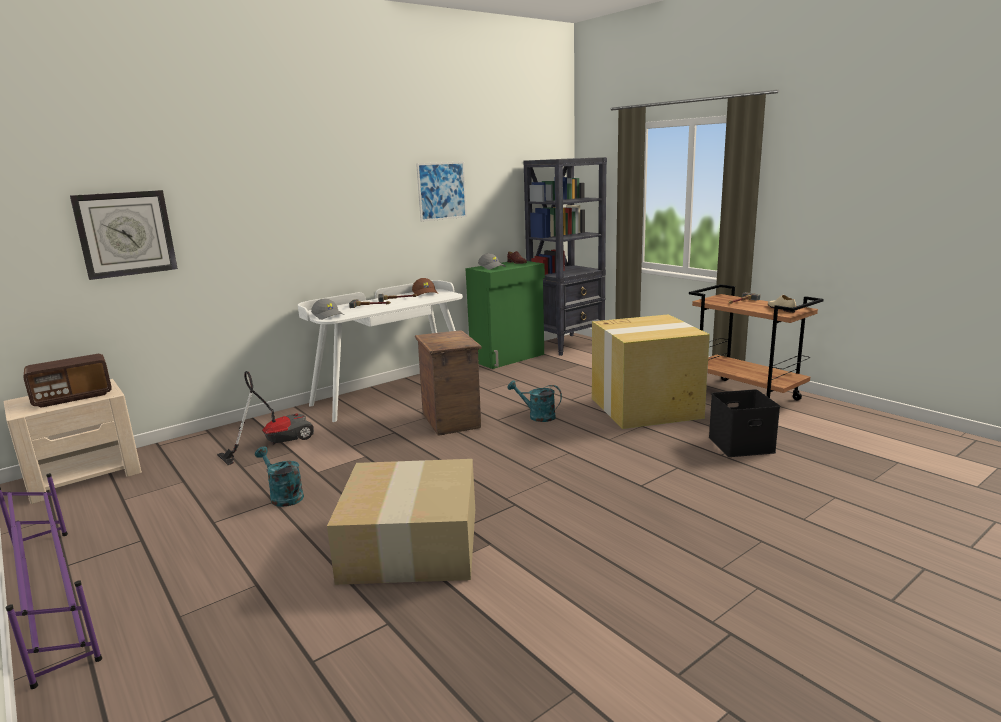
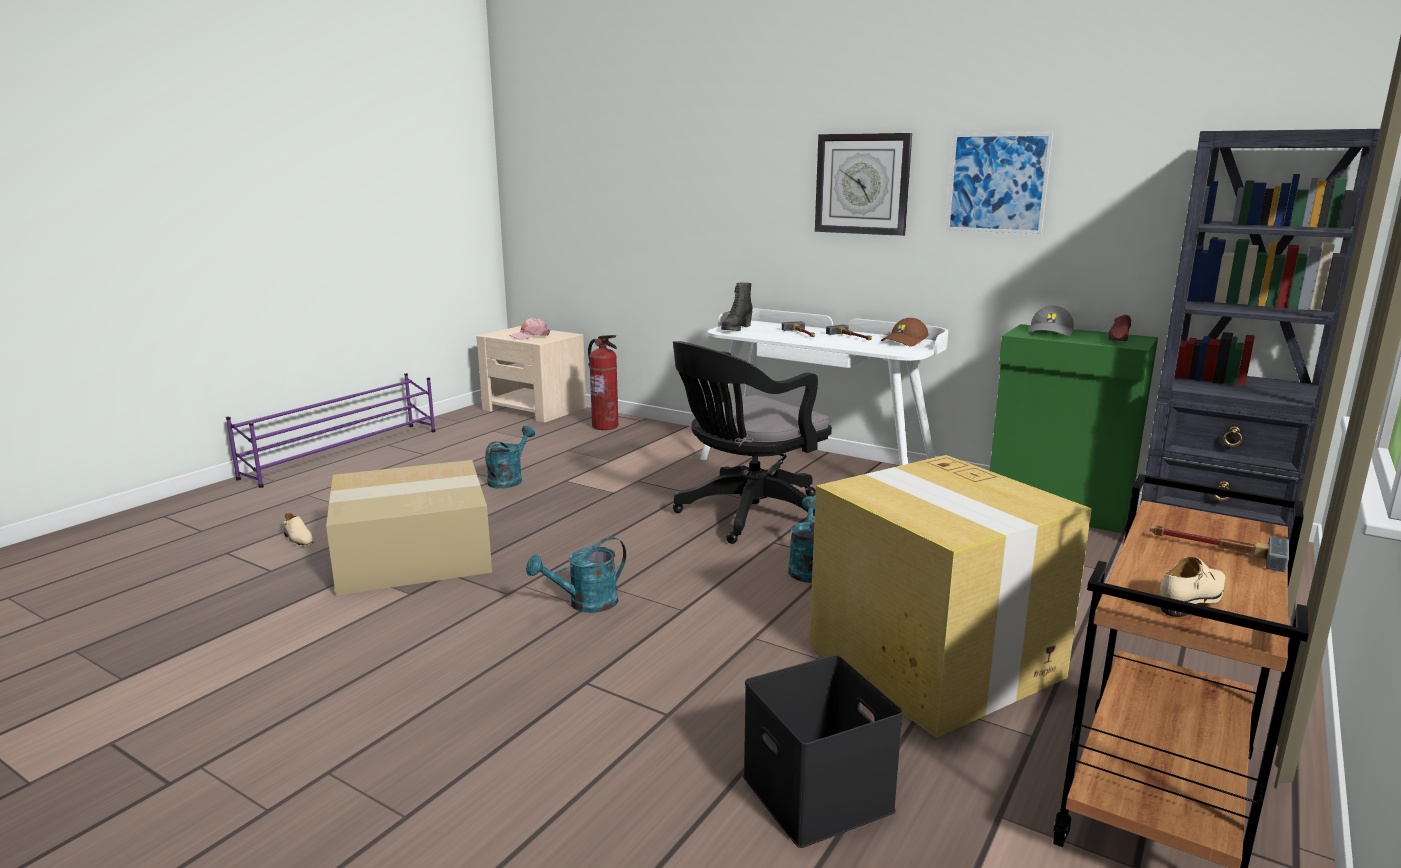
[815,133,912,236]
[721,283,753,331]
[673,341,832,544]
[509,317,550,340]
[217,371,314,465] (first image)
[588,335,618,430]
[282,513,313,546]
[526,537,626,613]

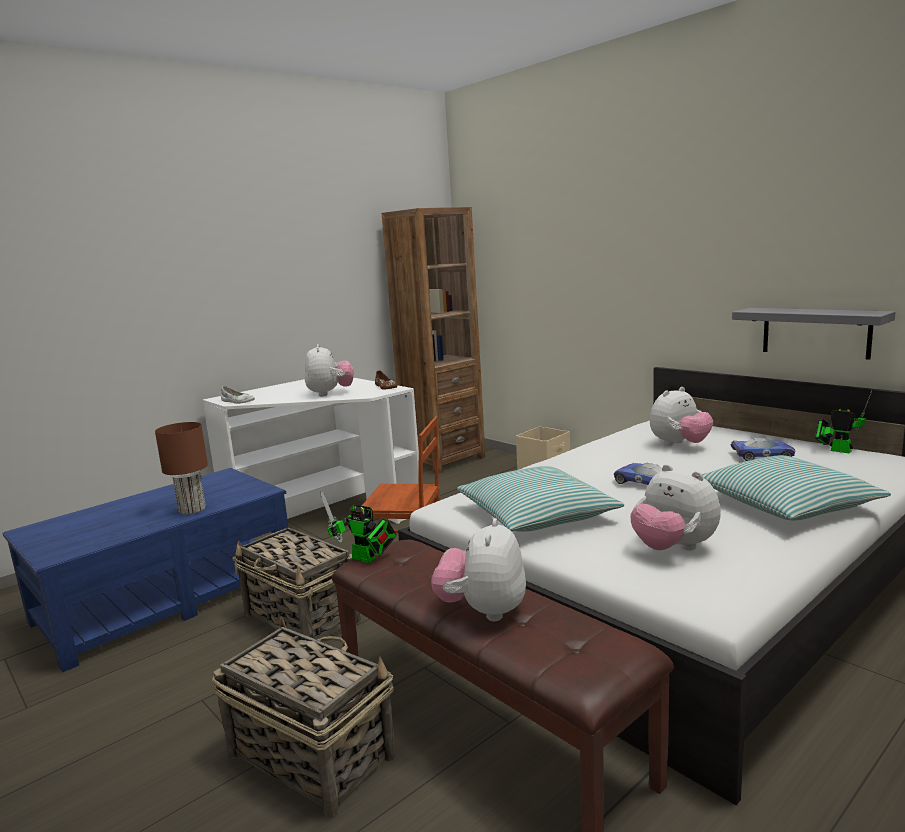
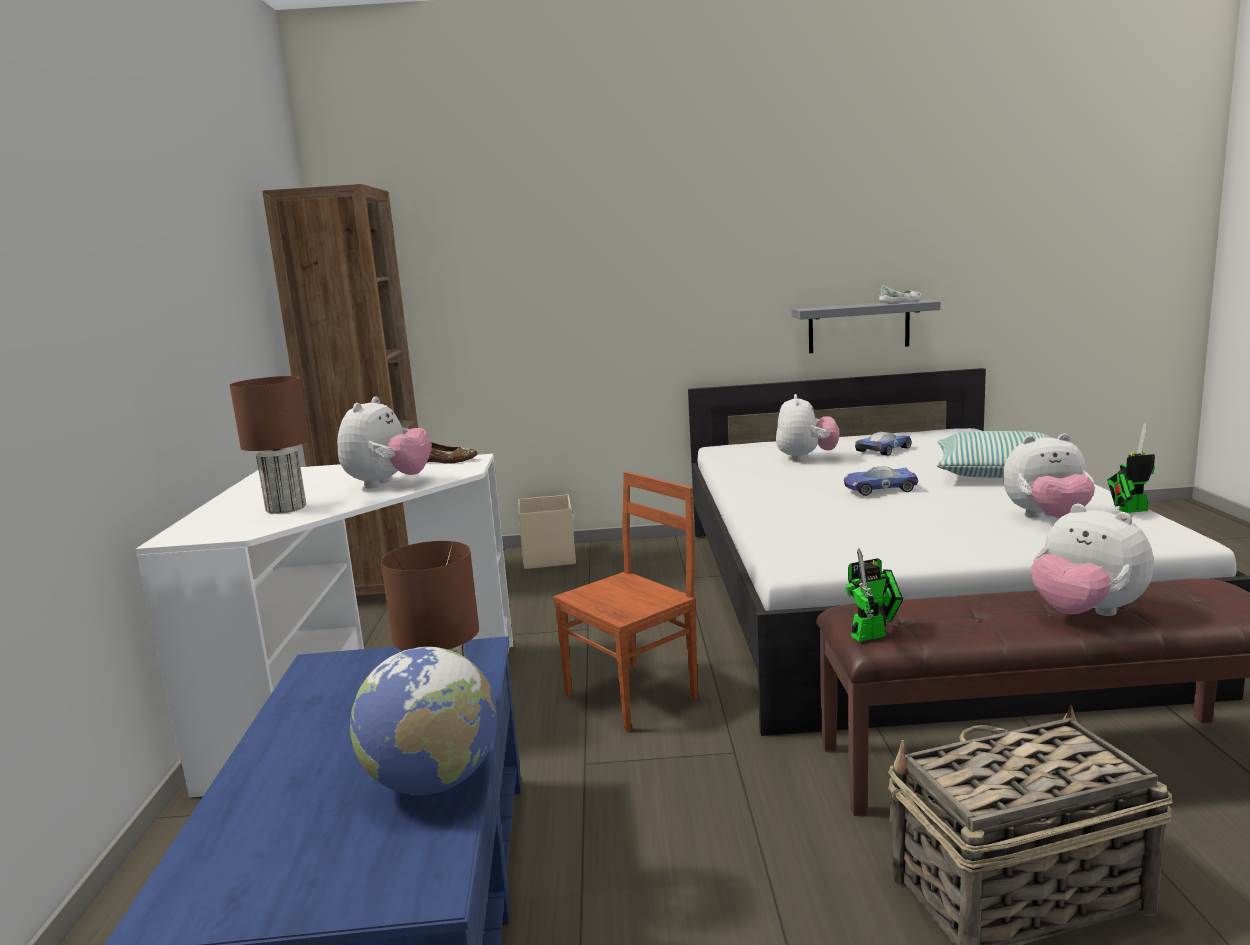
[337,397,432,488]
[879,285,921,303]
[1107,422,1155,513]
[457,466,624,532] (first image)
[232,528,361,640] (first image)
[230,376,310,514]
[350,647,497,795]

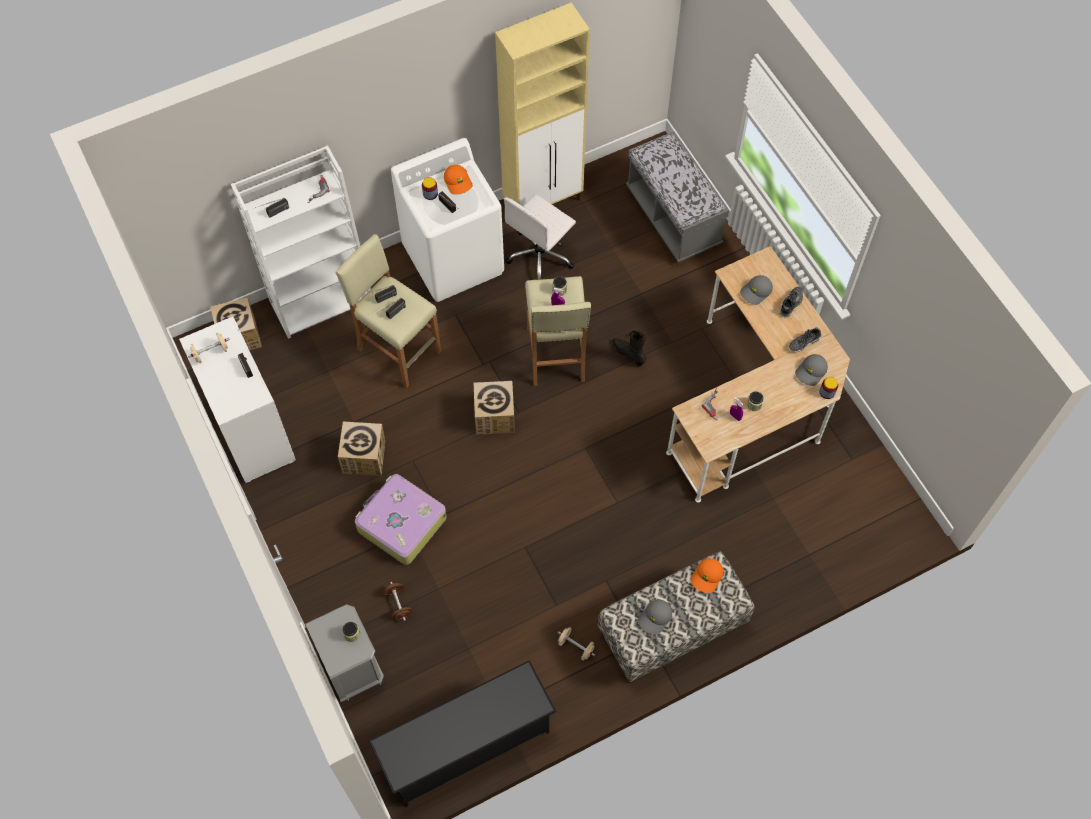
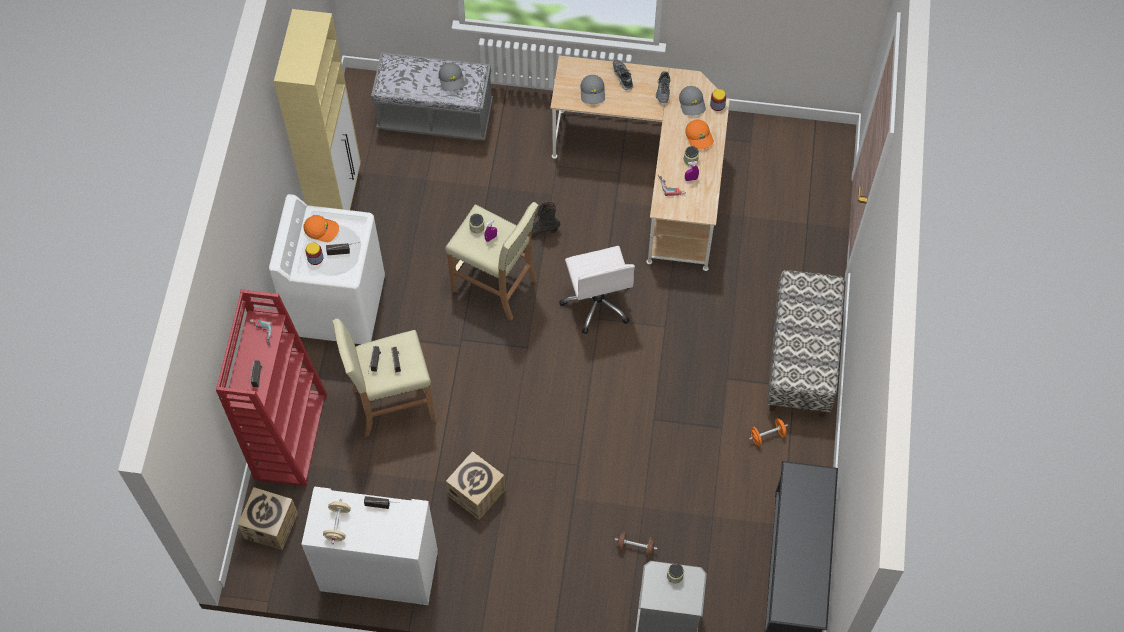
[216,289,327,487]
[559,246,635,334]
[474,381,515,435] (first image)
[355,474,447,565] (first image)
[685,119,714,150]
[439,62,465,91]
[749,418,788,446]

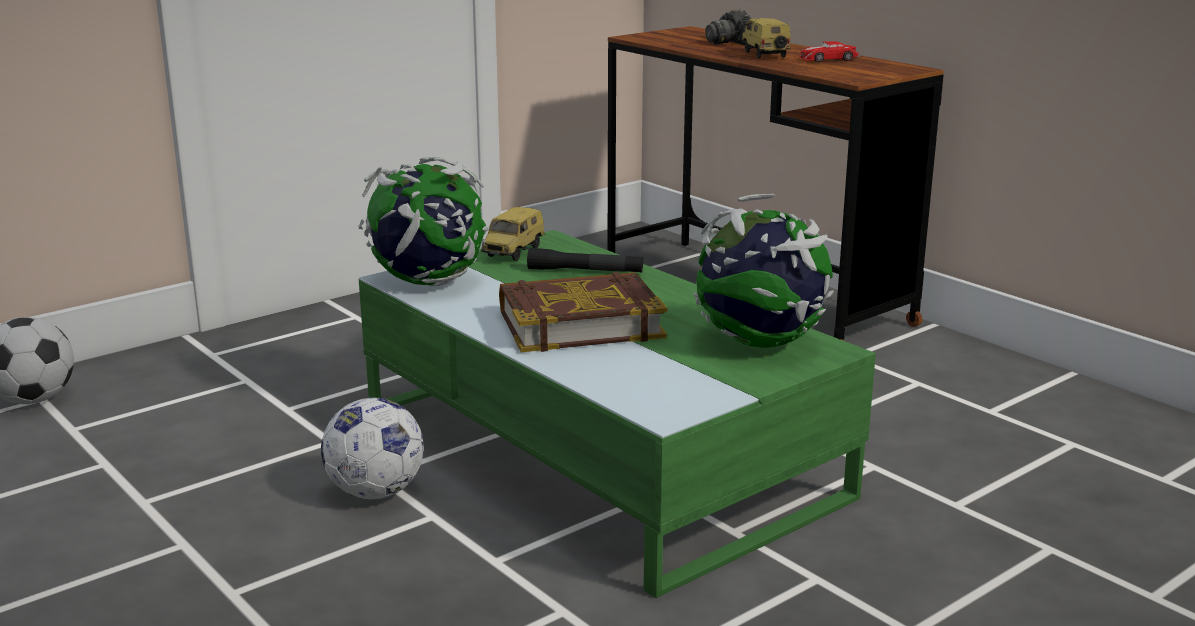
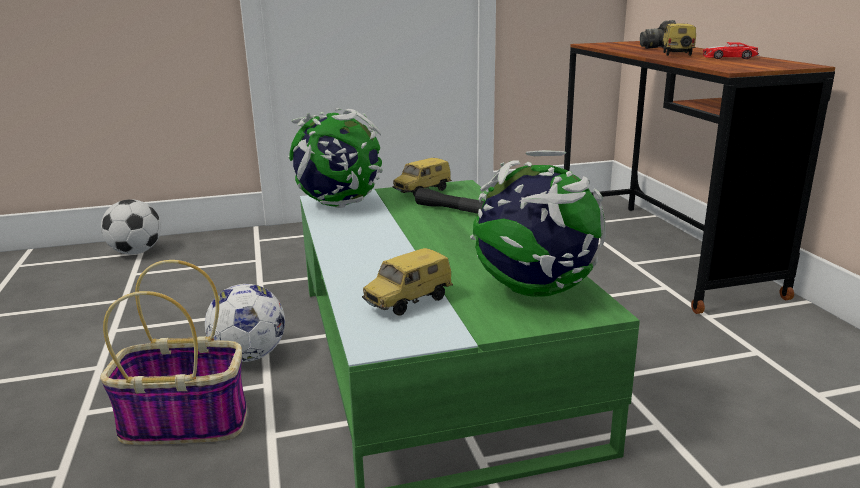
[499,272,667,352] (first image)
[362,248,453,316]
[100,260,247,445]

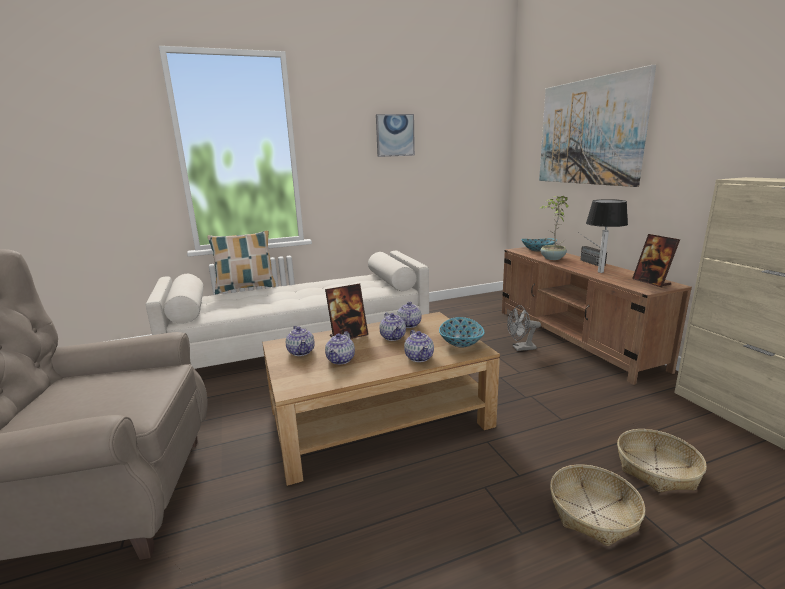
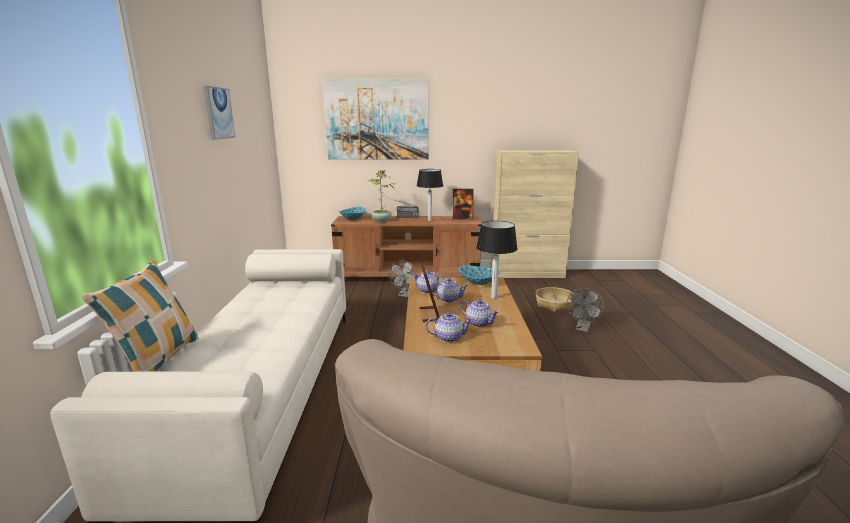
[476,221,518,299]
[567,288,604,332]

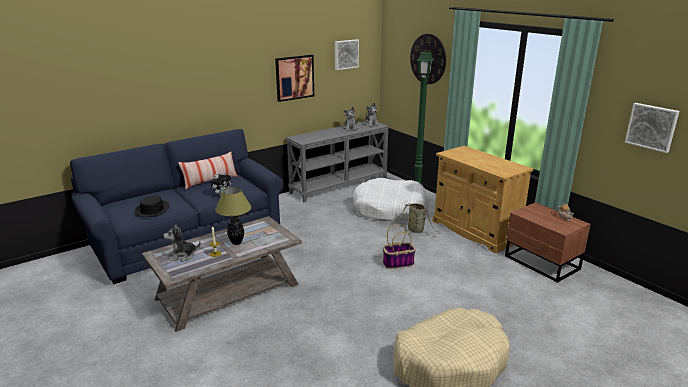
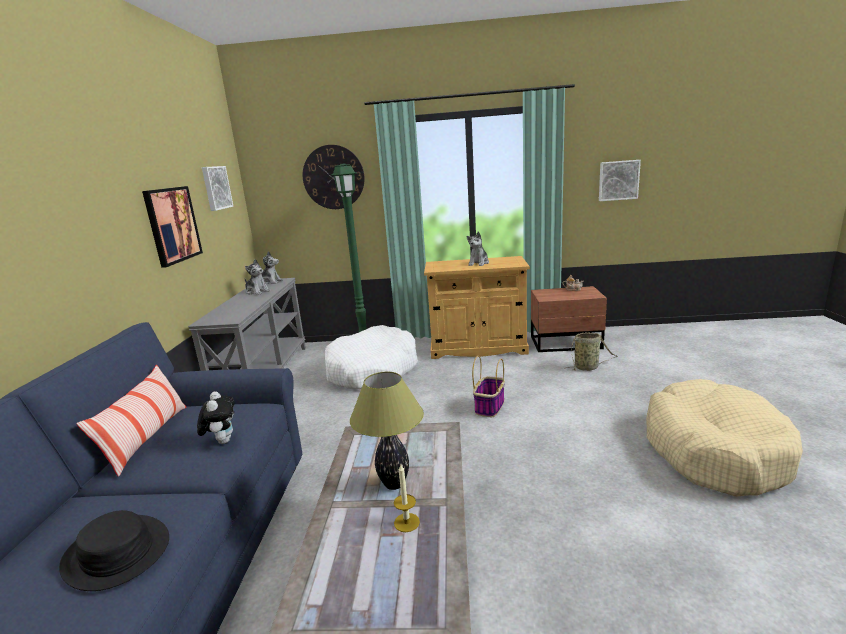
[564,333,618,371]
[467,231,489,266]

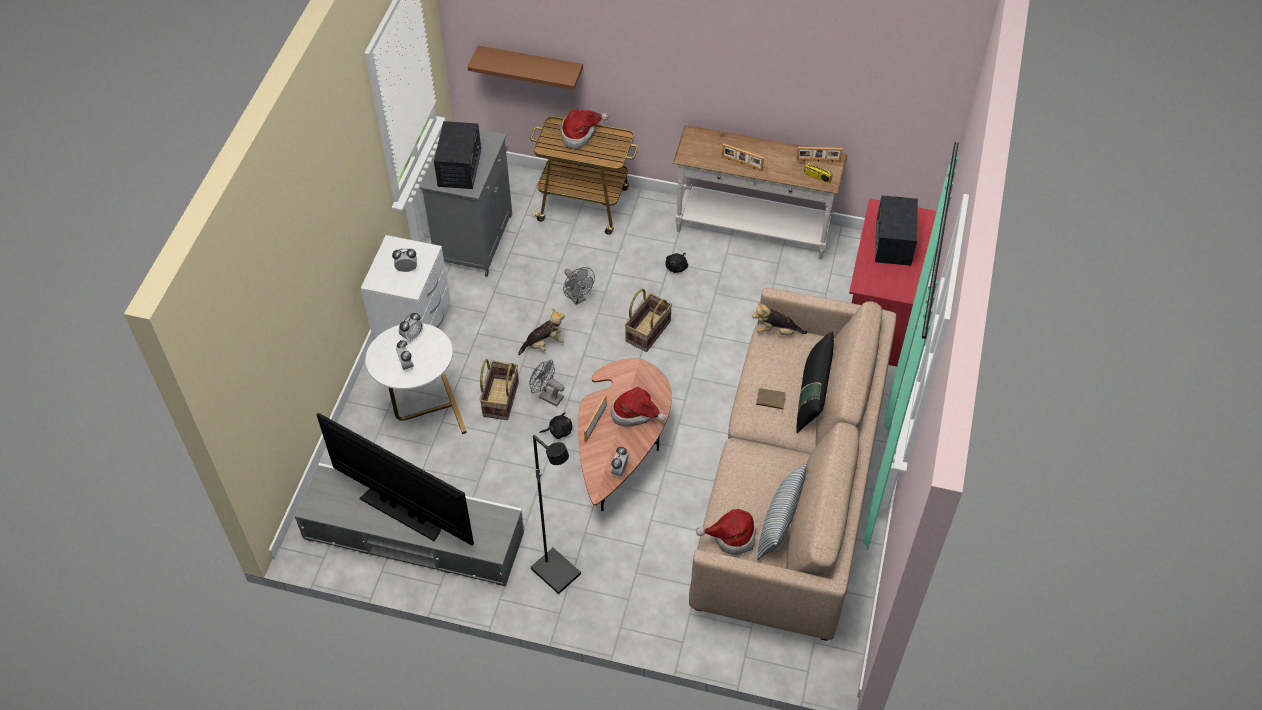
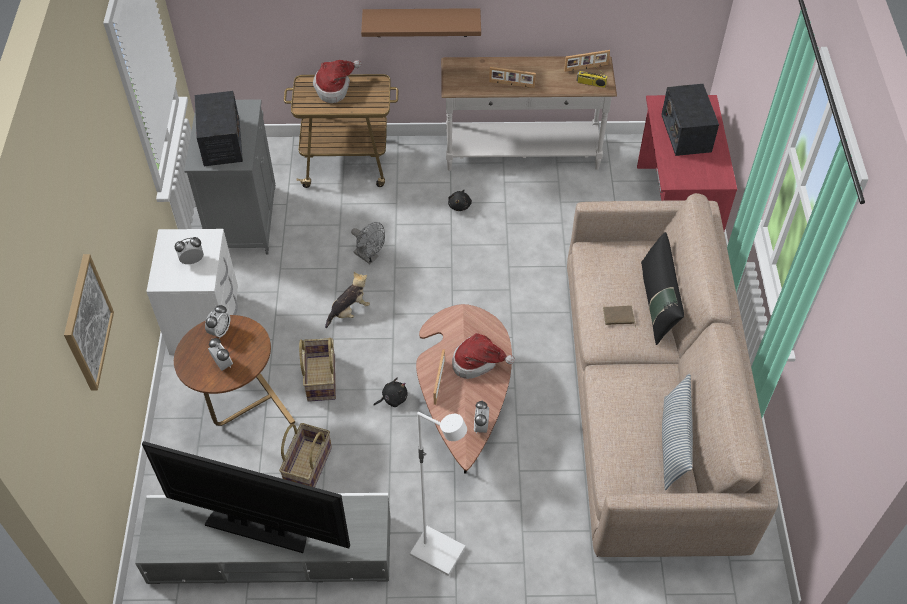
[361,8,481,37]
[279,423,332,487]
[752,302,807,335] (first image)
[174,315,295,426]
[529,360,565,406] (first image)
[410,412,467,576]
[696,509,756,555] (first image)
[64,254,114,390]

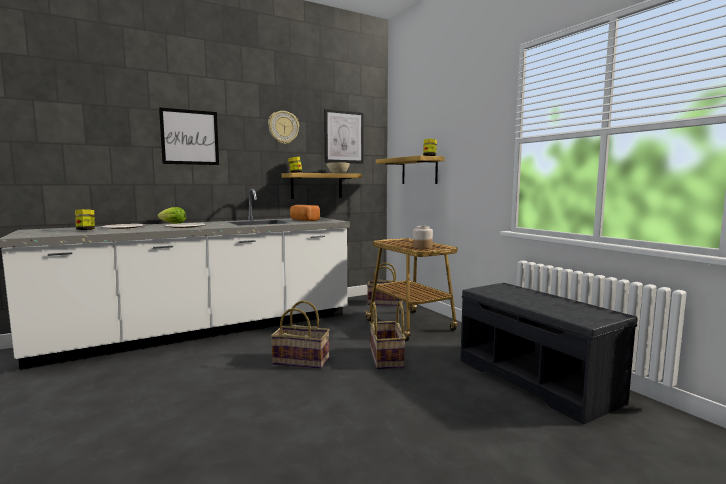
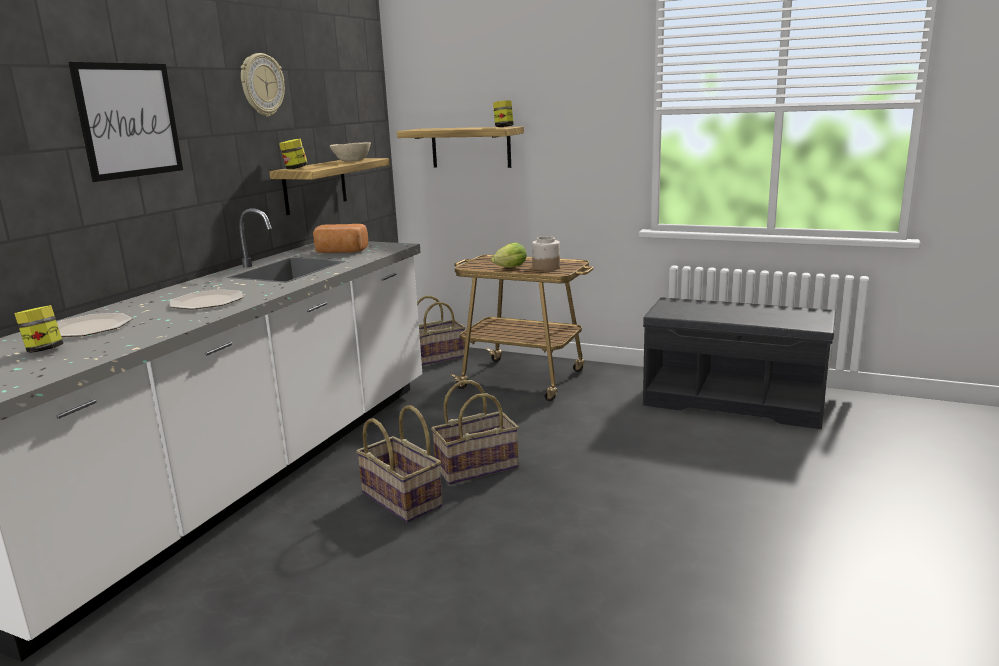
[324,109,364,164] (first image)
[491,243,527,268]
[356,405,443,522]

